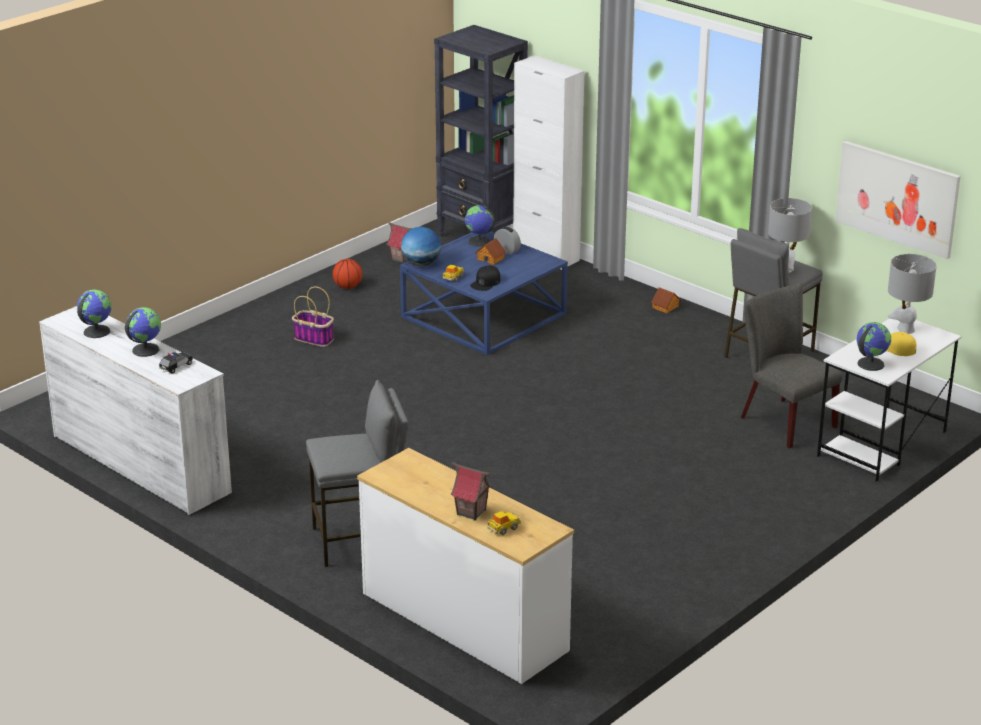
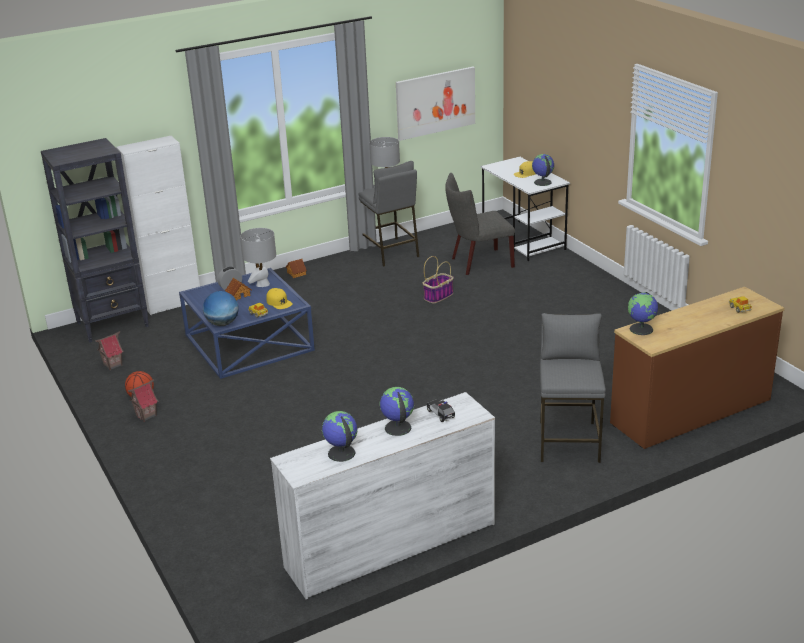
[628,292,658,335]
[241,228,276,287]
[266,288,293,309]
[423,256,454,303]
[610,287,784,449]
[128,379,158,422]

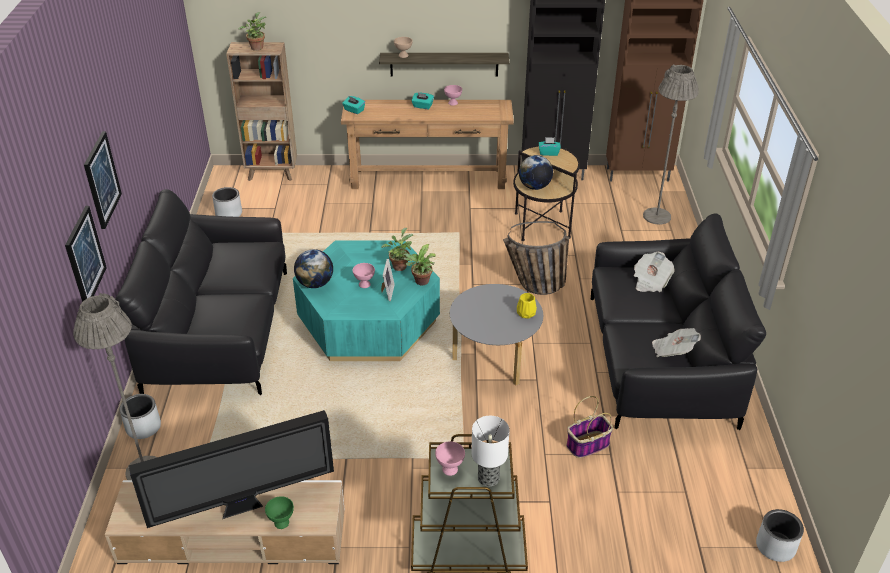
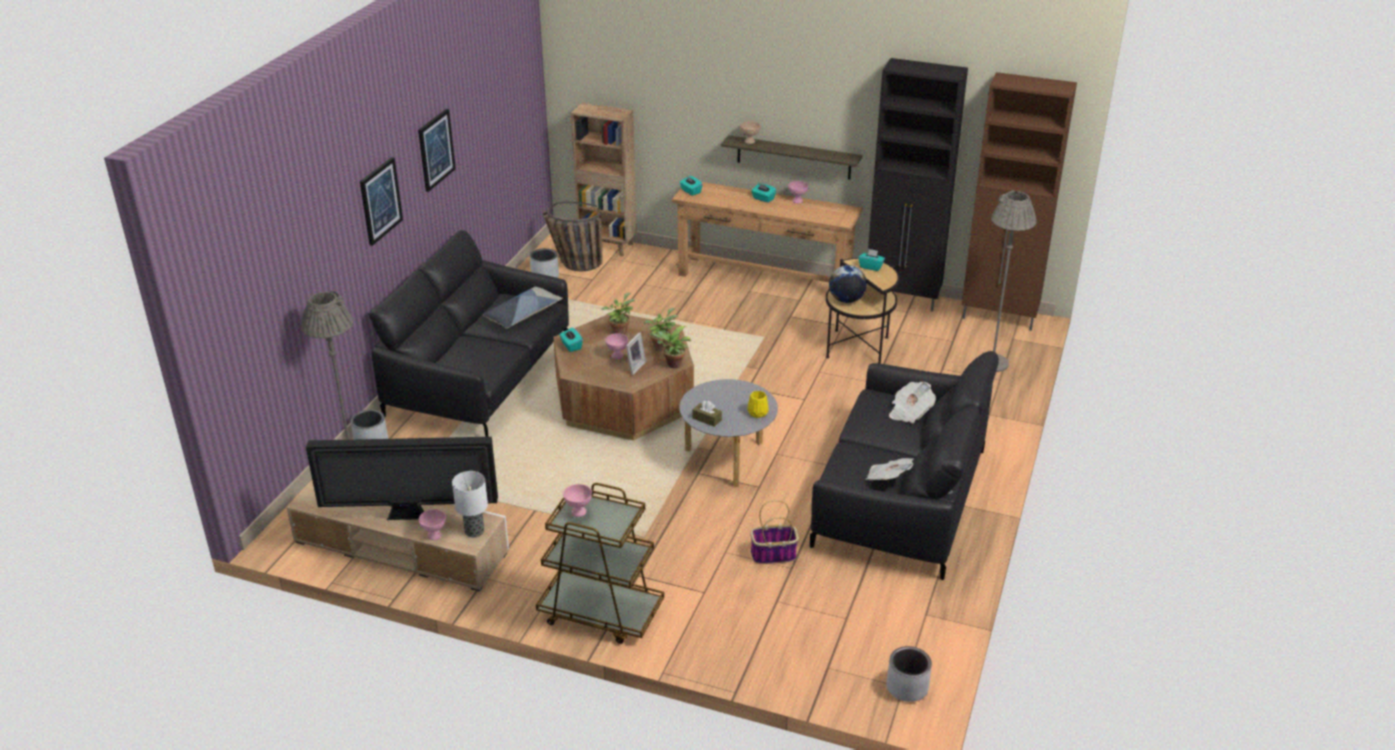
[601,293,635,335]
[418,109,456,192]
[543,202,603,271]
[553,315,694,440]
[559,327,583,352]
[452,471,488,537]
[419,509,446,540]
[482,286,563,329]
[693,400,722,427]

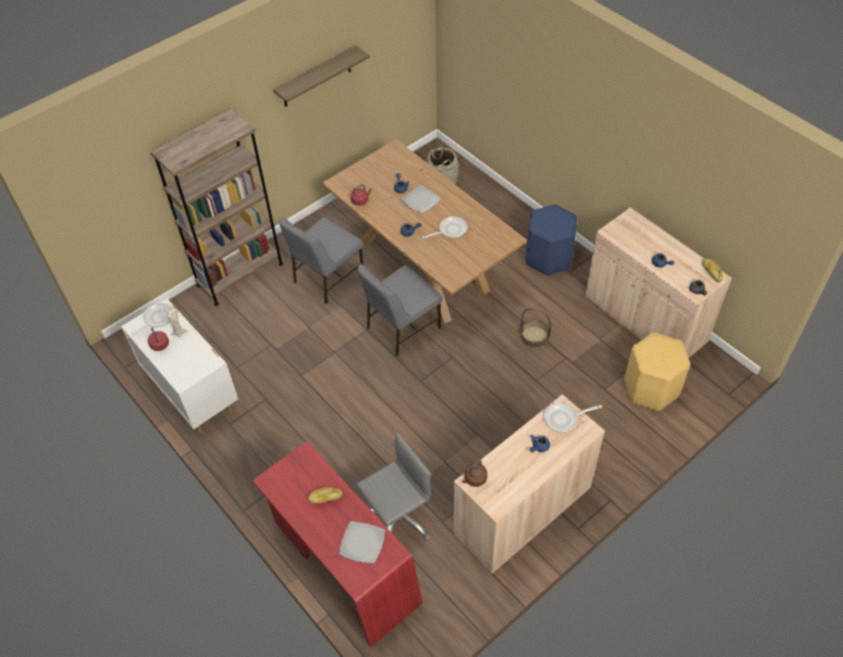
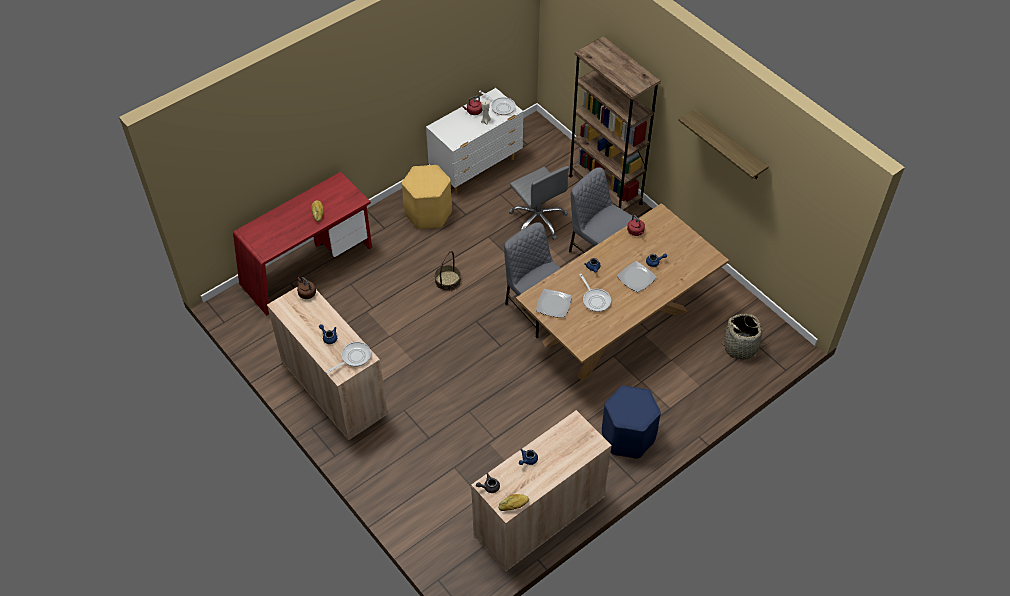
[435,251,461,291]
[402,165,452,229]
[326,342,371,374]
[509,166,569,240]
[536,289,572,318]

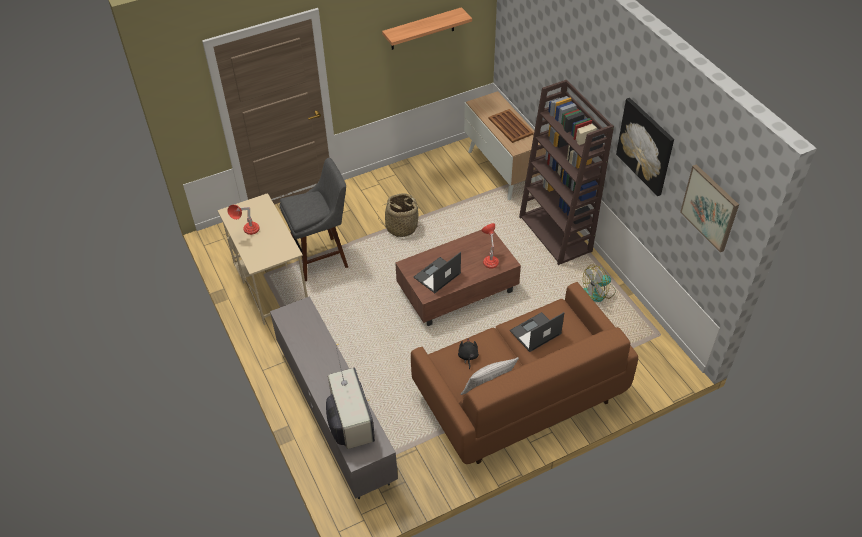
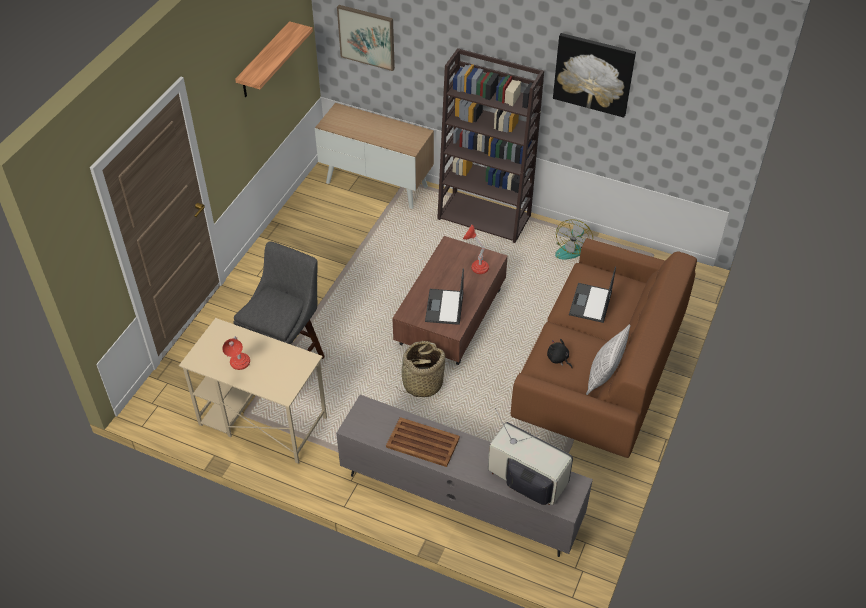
[386,417,460,467]
[337,5,395,71]
[396,341,445,397]

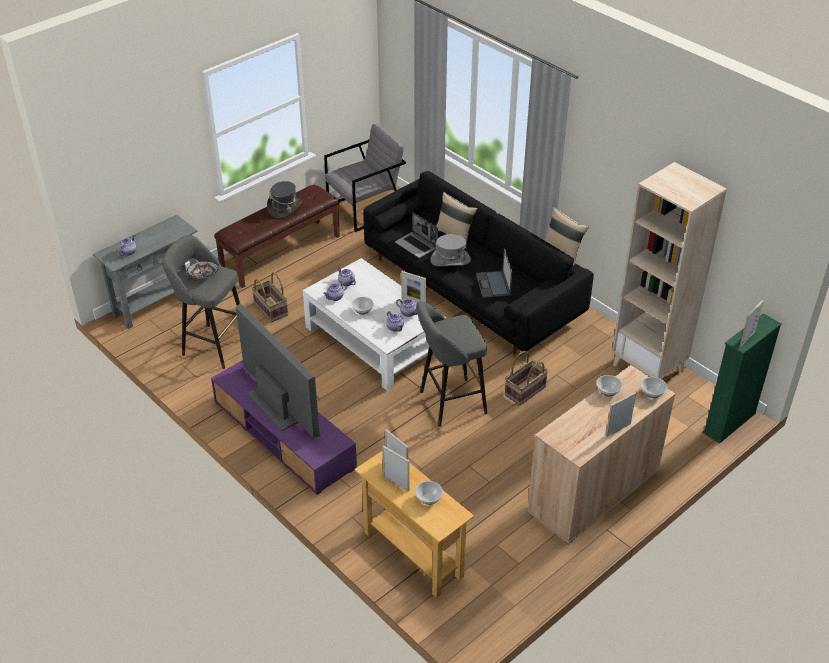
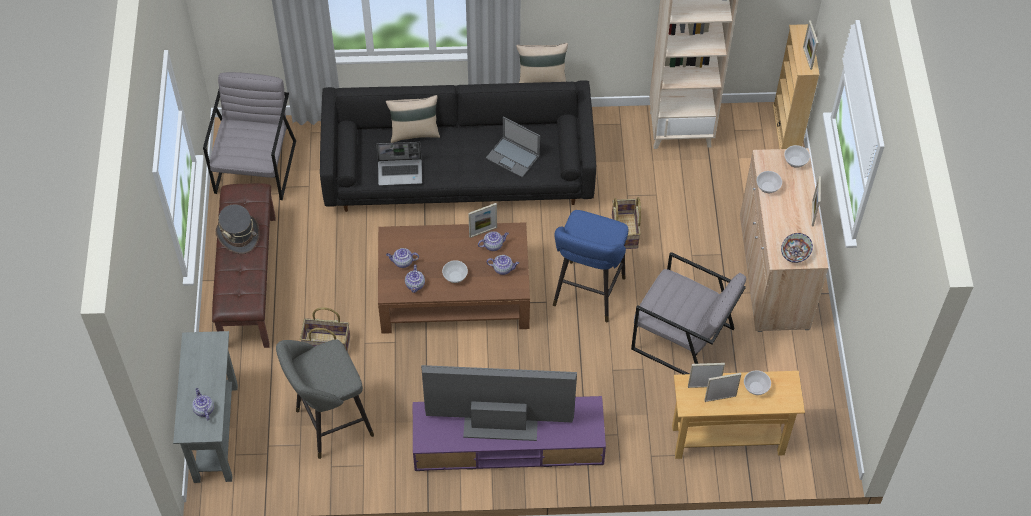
[431,234,471,266] (first image)
[378,222,530,334]
[781,233,813,263]
[553,210,628,322]
[772,24,820,149]
[631,252,746,374]

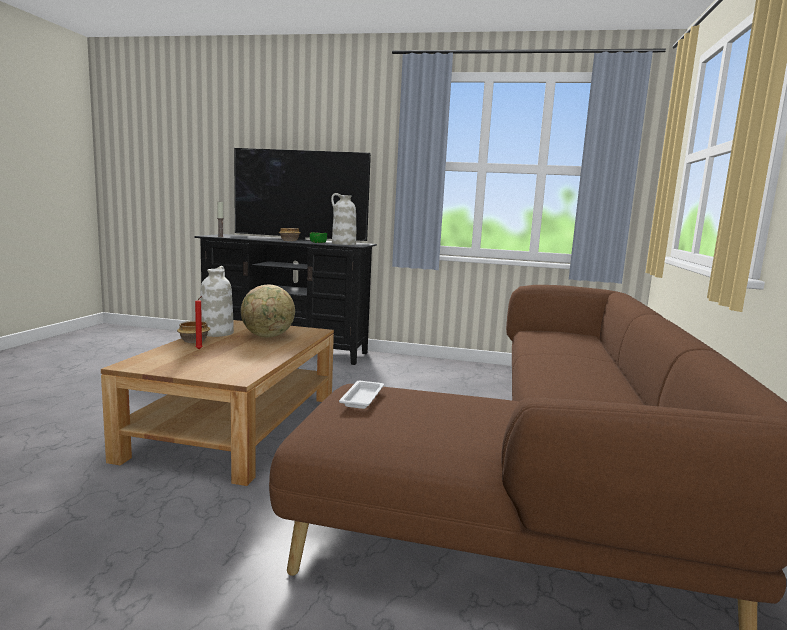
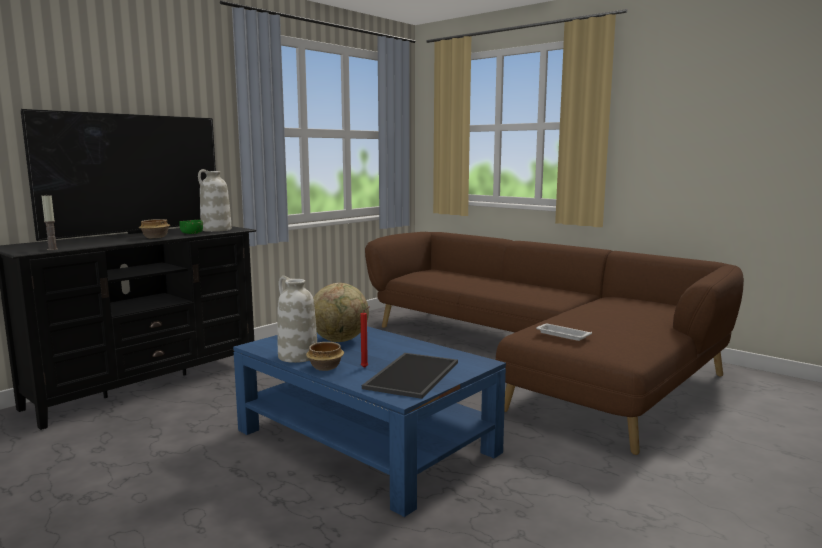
[233,326,506,517]
[362,353,458,399]

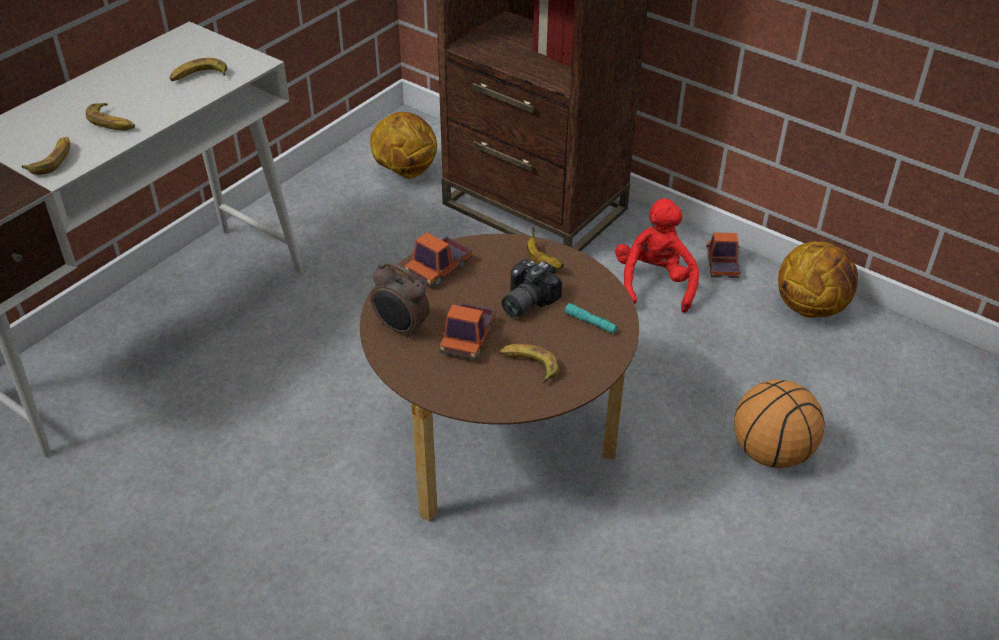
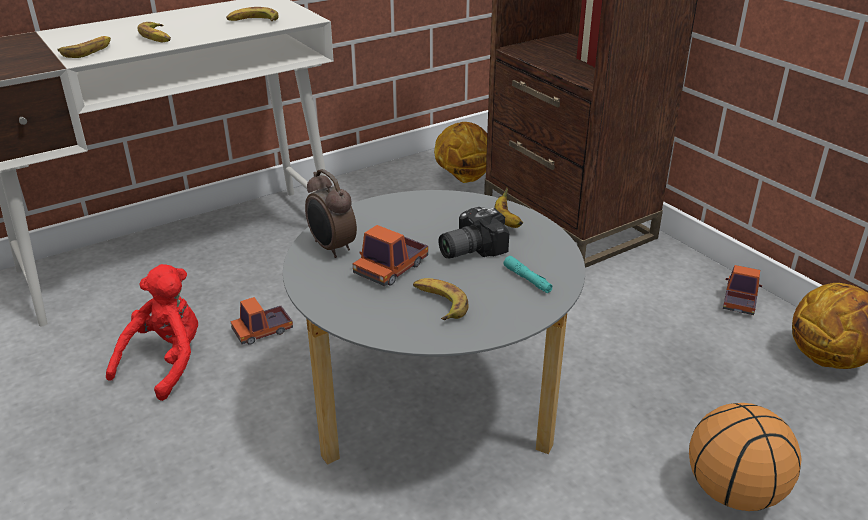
[106,264,198,401]
[231,297,293,345]
[283,190,585,465]

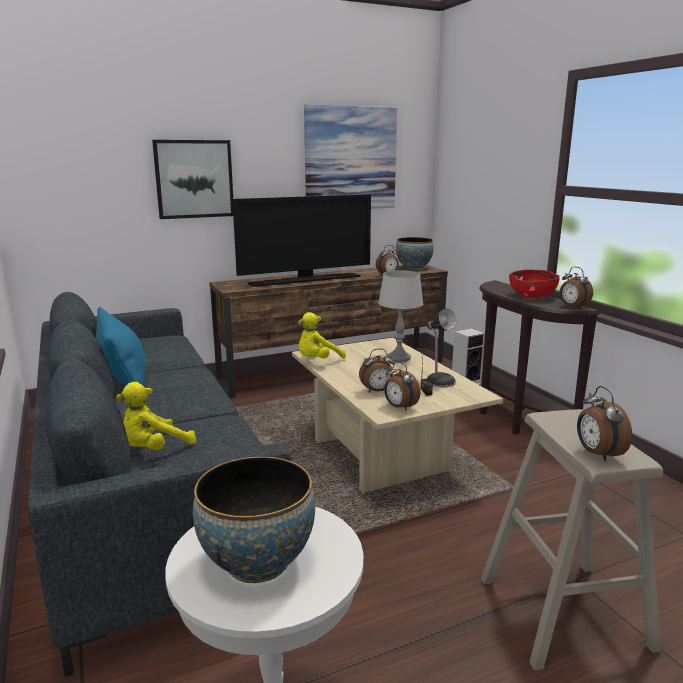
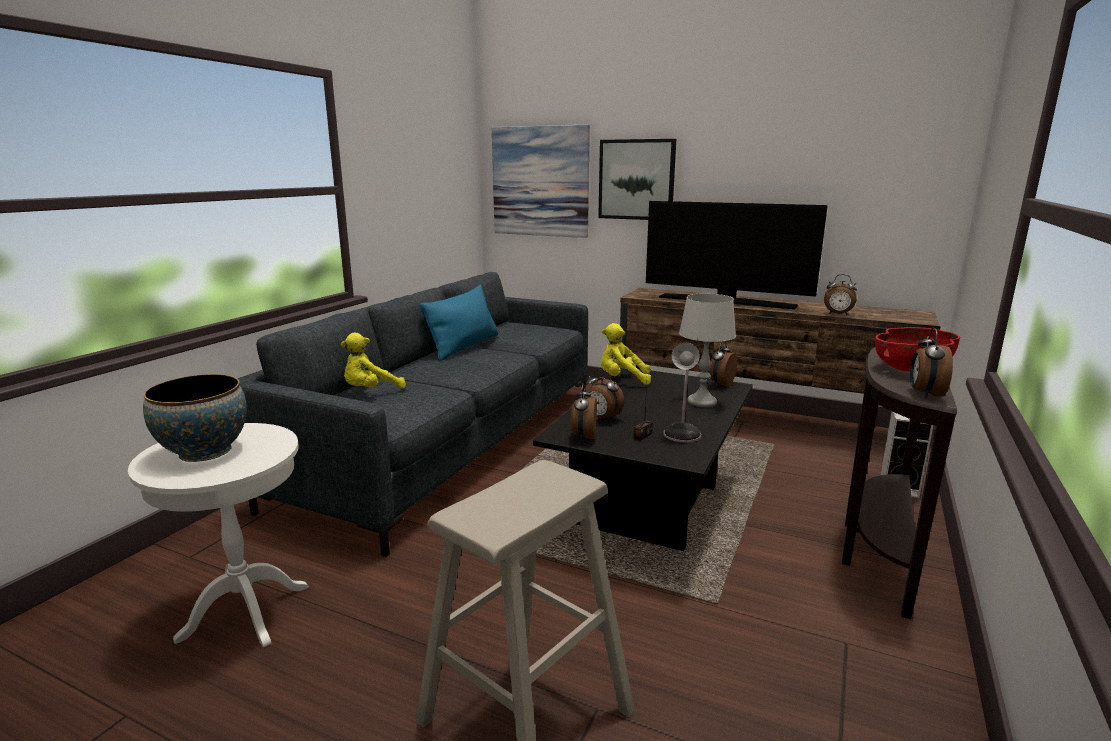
[492,125,590,238]
[396,237,434,270] (first image)
[533,368,753,551]
[341,333,406,389]
[709,341,737,387]

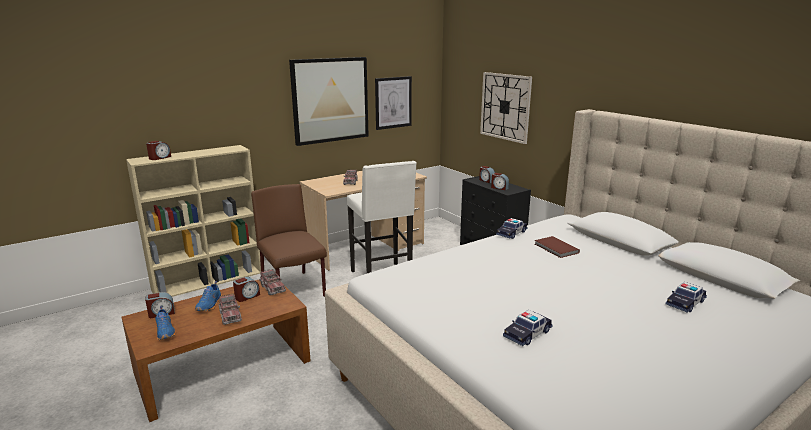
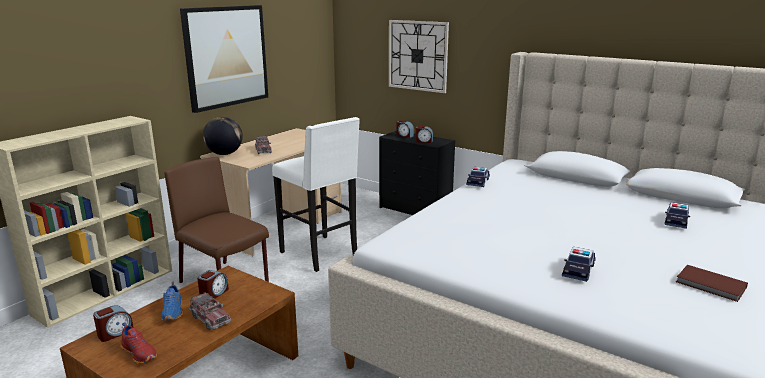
[375,76,412,130] (first image)
[146,141,171,160] (first image)
[676,265,748,302]
[259,269,286,295] (first image)
[121,322,157,364]
[203,117,243,155]

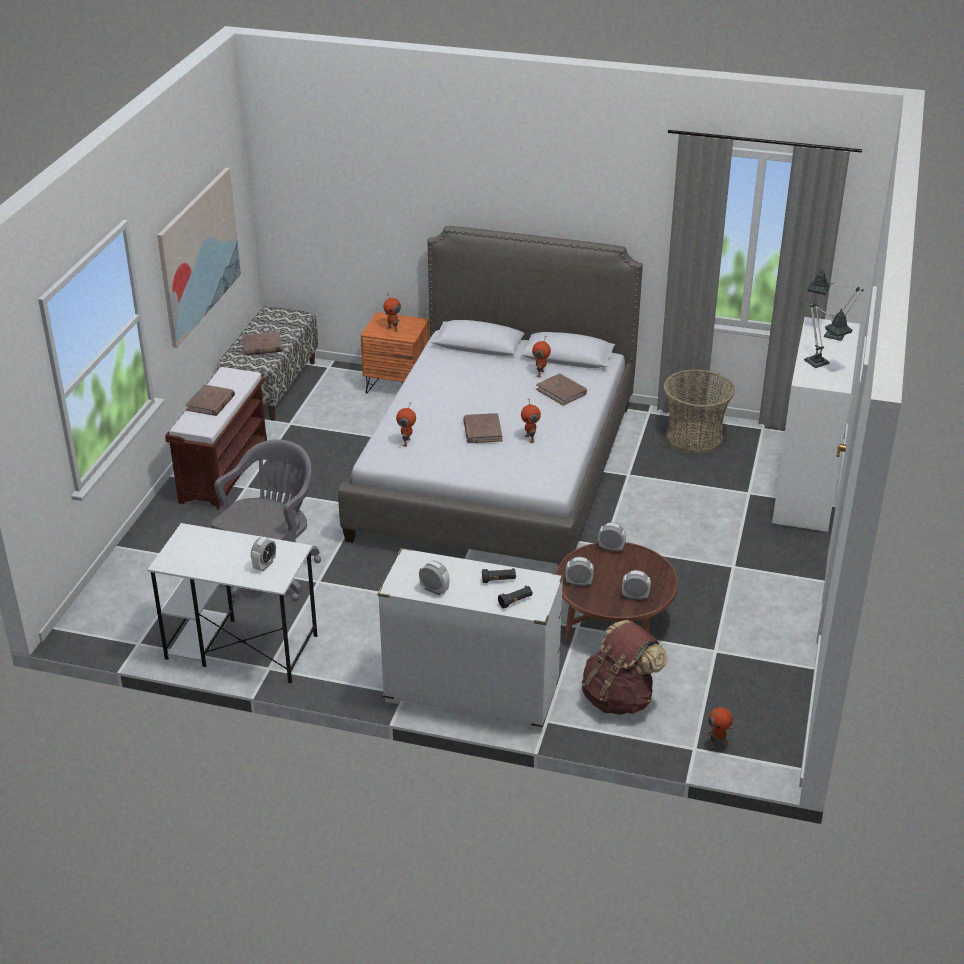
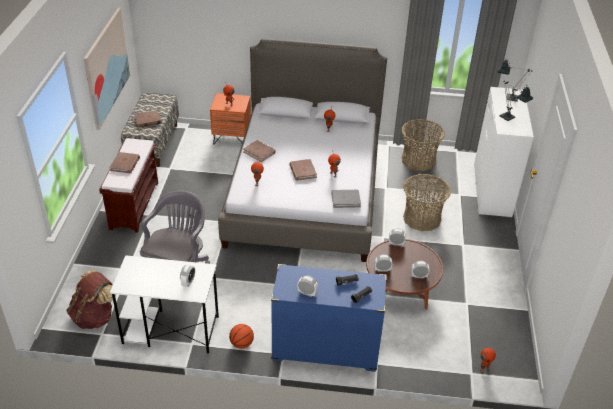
[243,140,276,162]
[271,264,387,372]
[66,270,116,329]
[403,174,451,231]
[331,190,361,208]
[229,324,254,349]

